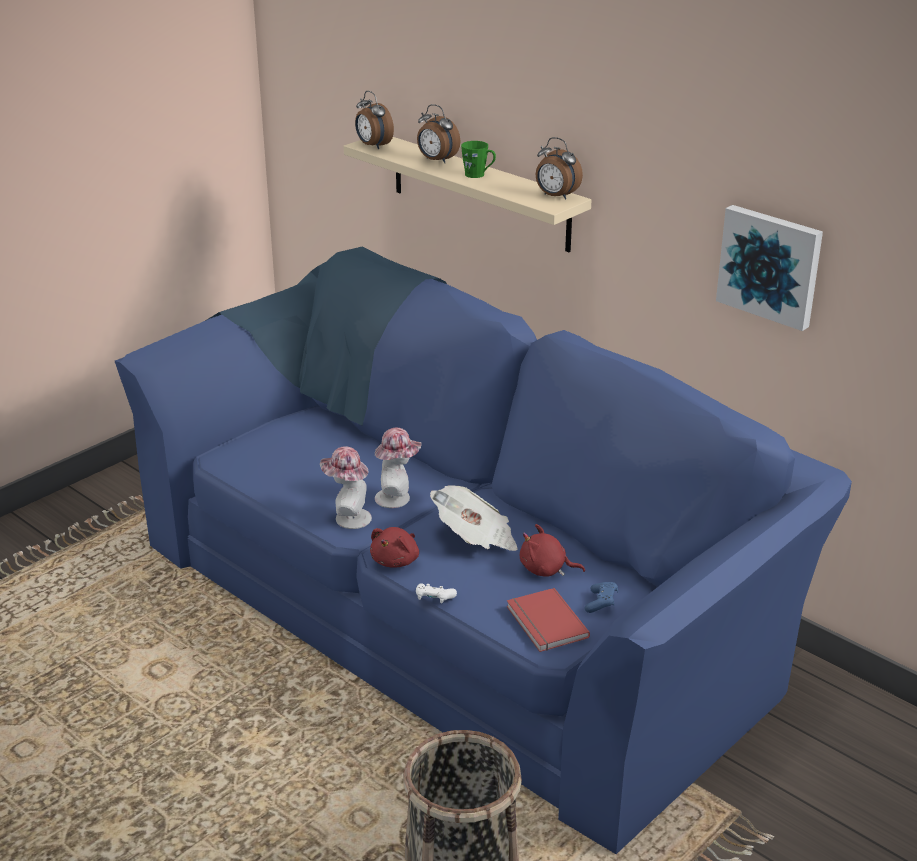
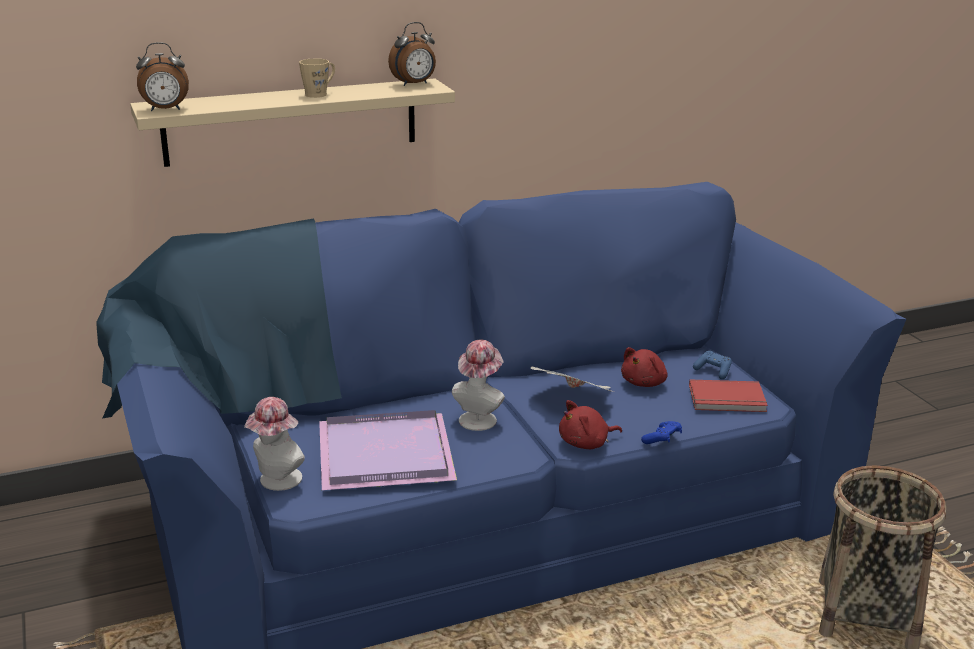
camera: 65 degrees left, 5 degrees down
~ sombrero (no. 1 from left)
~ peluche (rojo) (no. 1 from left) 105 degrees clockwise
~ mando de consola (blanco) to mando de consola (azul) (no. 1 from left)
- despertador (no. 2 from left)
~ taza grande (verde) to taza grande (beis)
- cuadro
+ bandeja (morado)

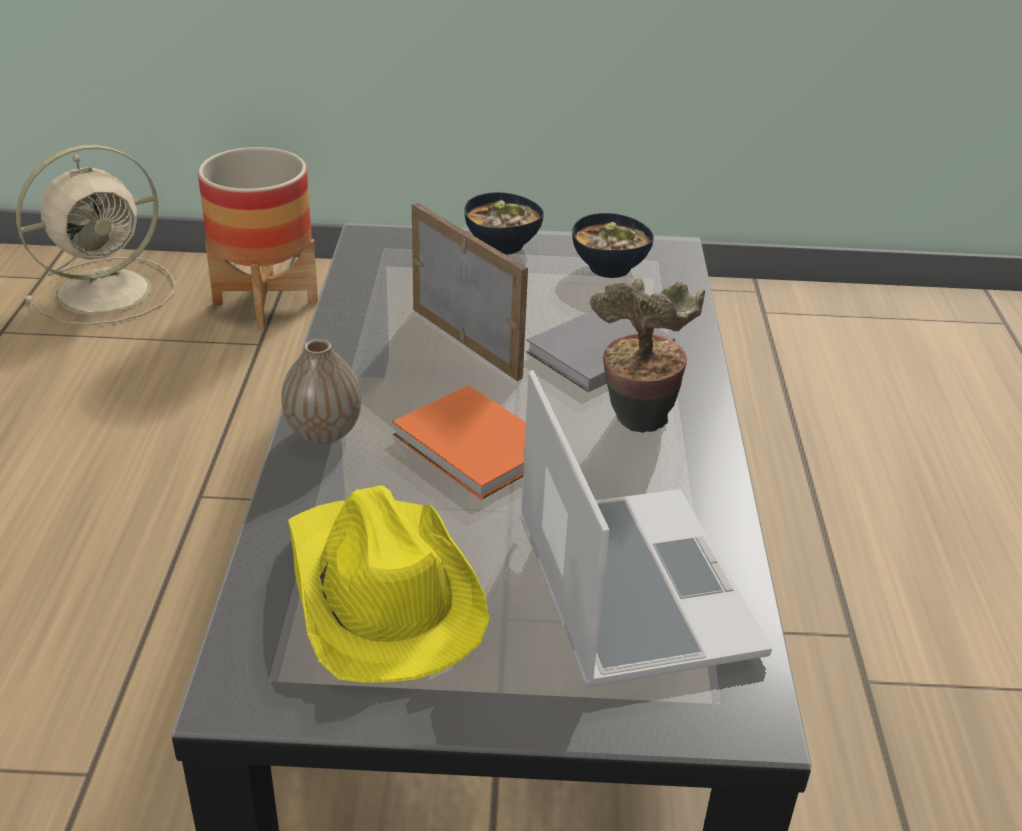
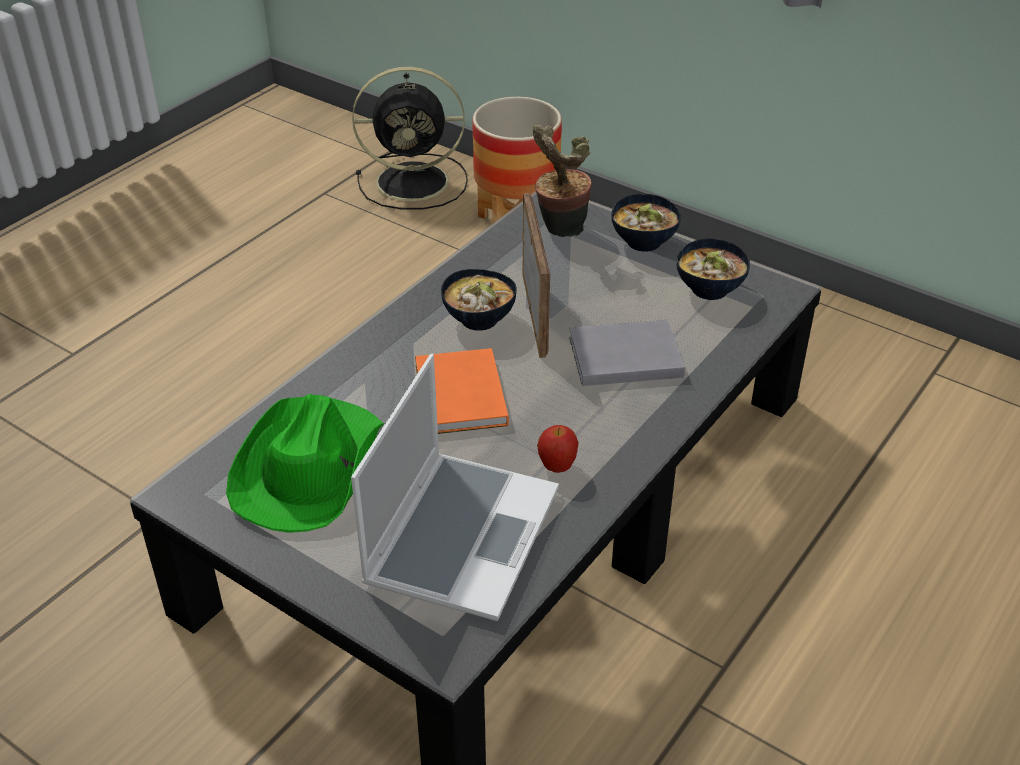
camera: 35 degrees right, 5 degrees up
~ ventilador (beis) to ventilador (negro)
- florero
~ sombrero (amarillo) to sombrero (verde)
~ planta en maceta
+ cuenco (no. 1 from left)
+ manzana

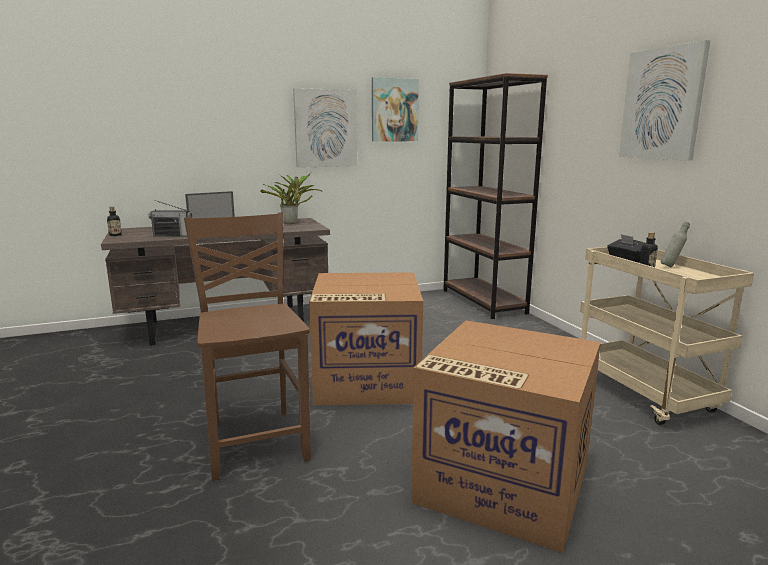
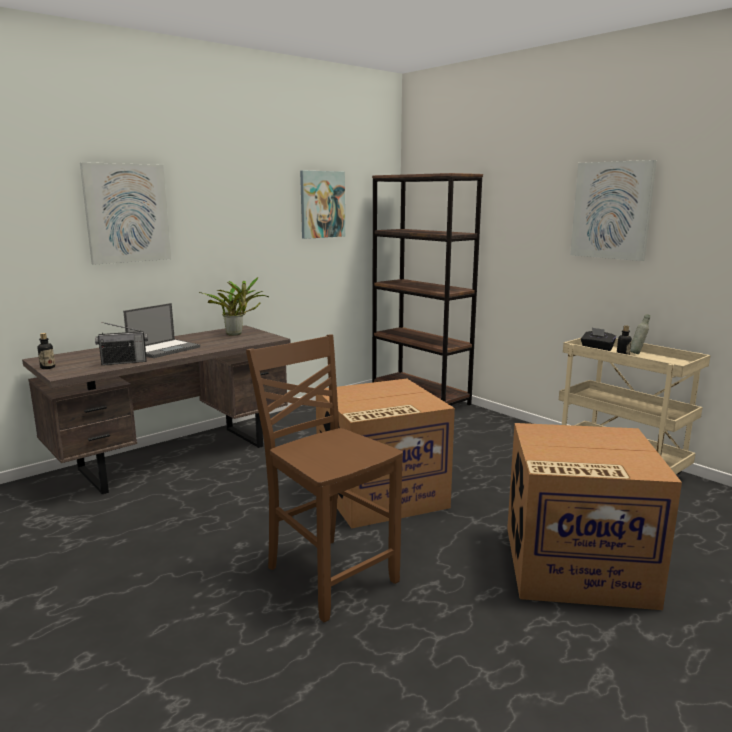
camera: 20 degrees left, 0 degrees up
~ cuadro (no. 1 from left)

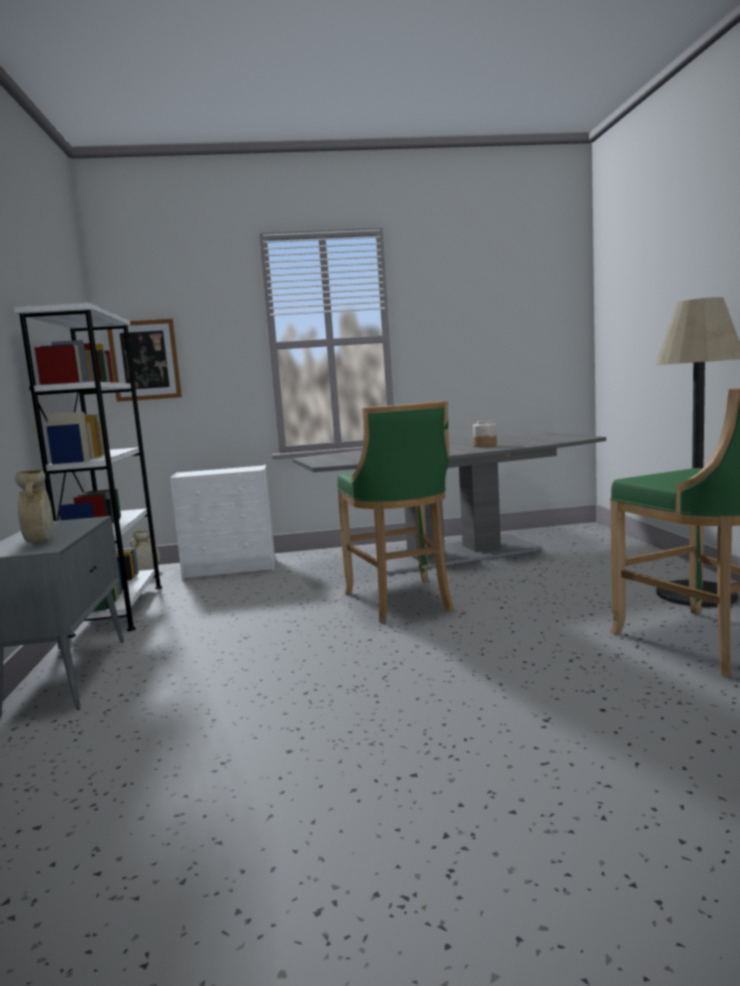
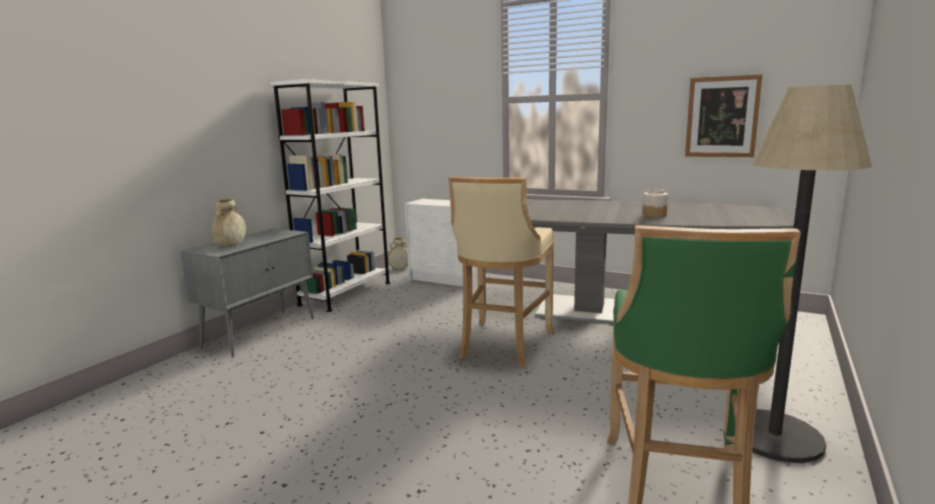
camera: 35 degrees right, 5 degrees up
~ cuadro
~ taburete (verde) (no. 1 from left) to taburete (beis)

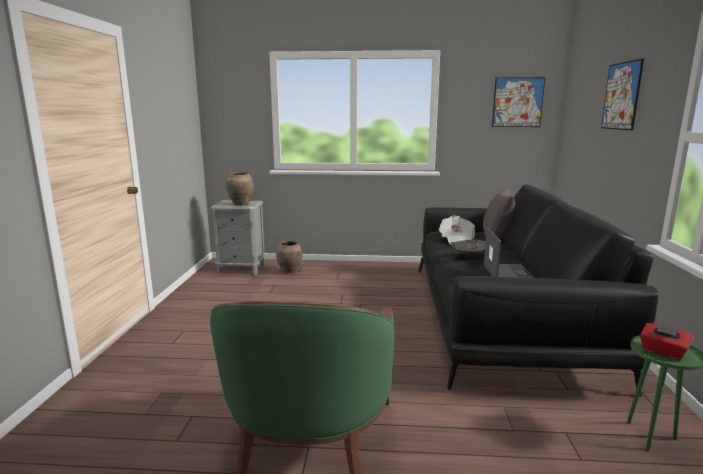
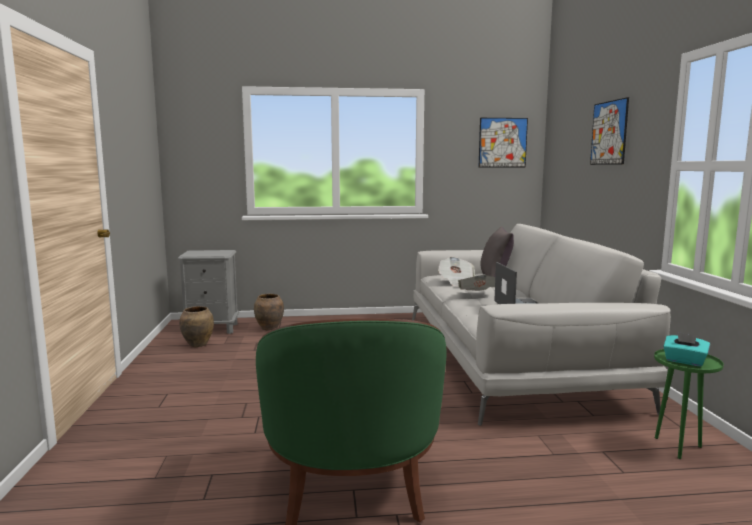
camera: 10 degrees left, 5 degrees down
~ florero (marrón) (no. 1 from left)
~ sofá (negro) to sofá (blanco)
~ caja de pañuelos (rojo) to caja de pañuelos (turquesa)

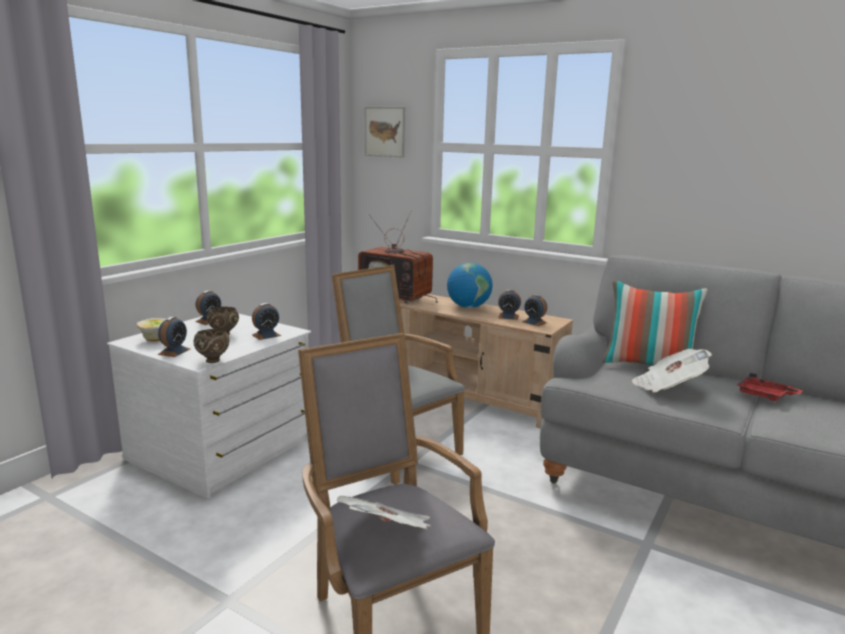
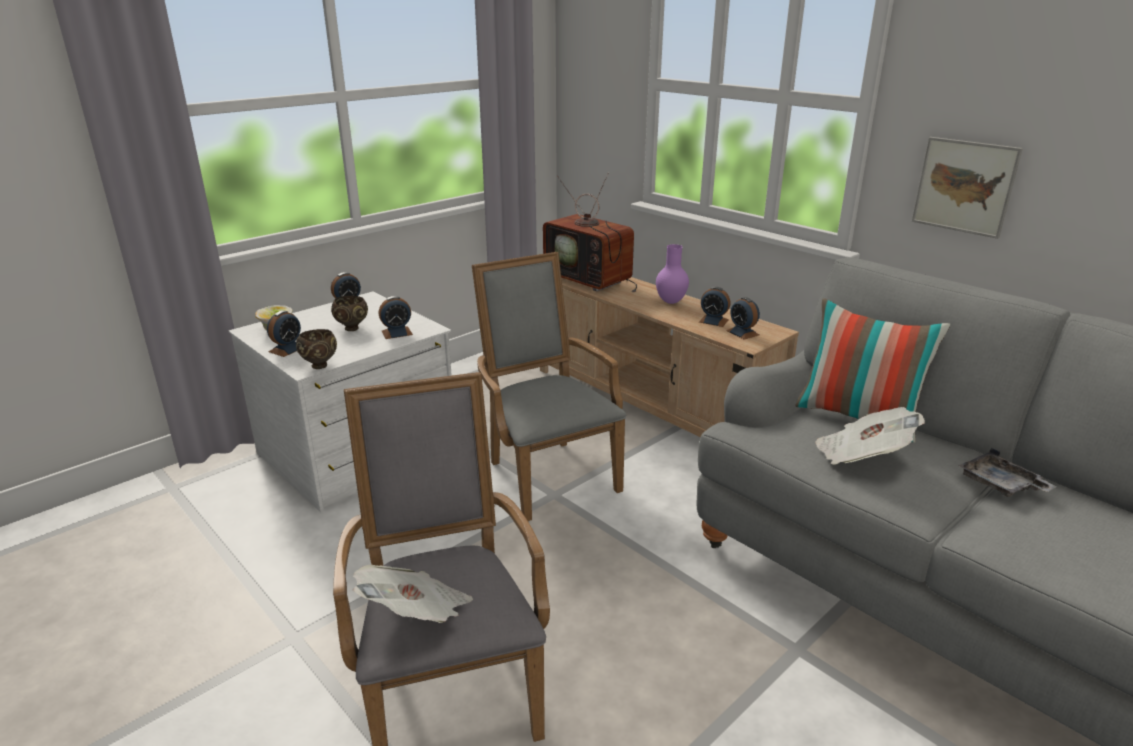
camera: 15 degrees right, 10 degrees up
~ cuadro
~ globo terráqueo to florero (morado)
~ bandeja (rojo) to bandeja (gris)

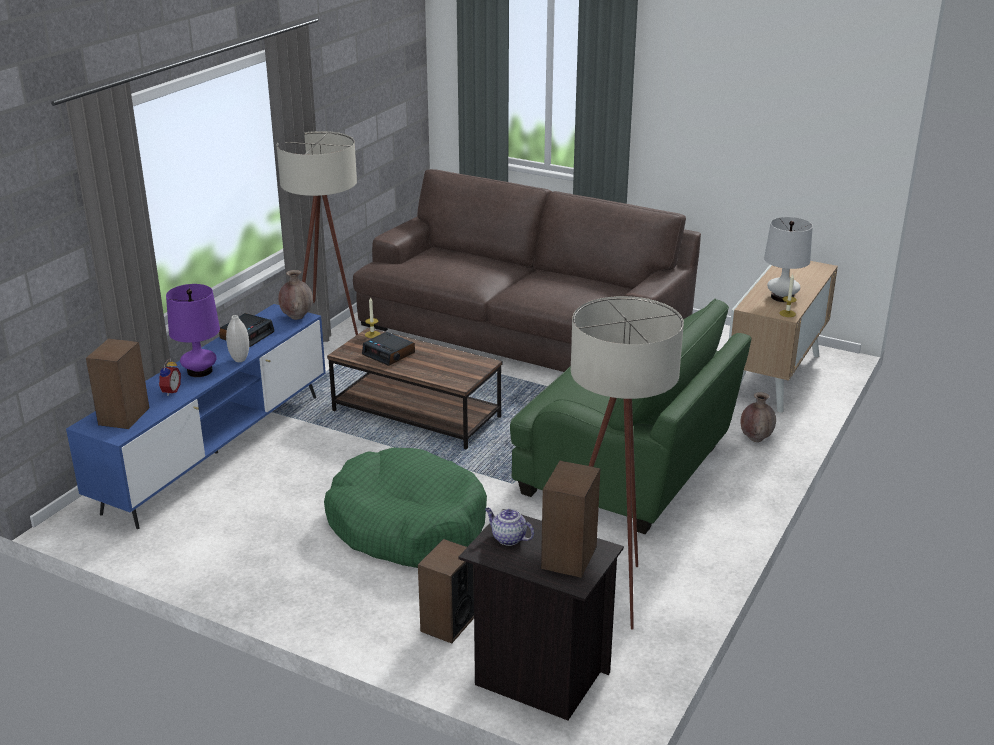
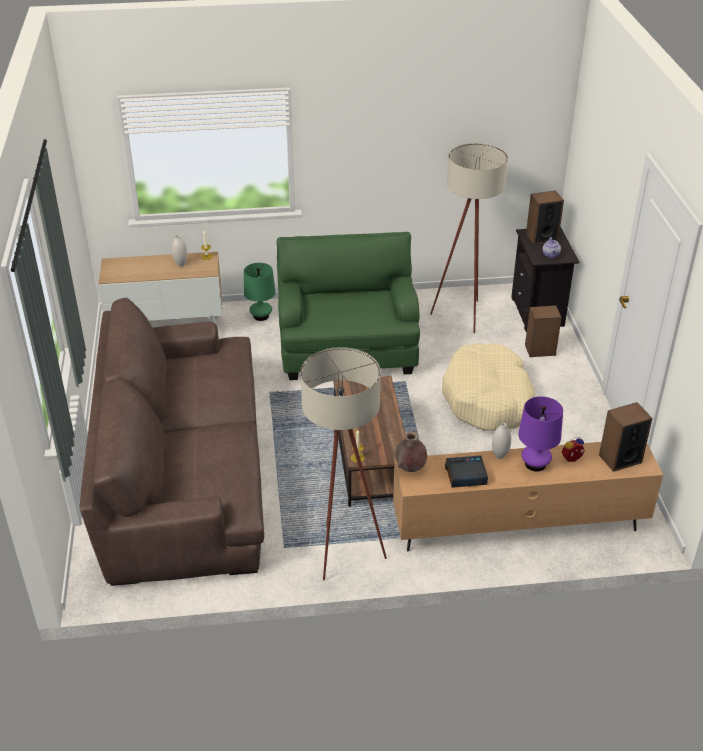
camera: 125 degrees left, 10 degrees up
~ mueble de televisión (azul) to mueble de televisión (marrón)
~ cama para perro (verde) to cama para perro (beis)
- despertador (no. 3 from left)
~ florero (marrón) (no. 2 from left) to lámpara de mesa (verde)
~ lámpara de mesa (blanco) to florero (blanco) (no. 1 from left)

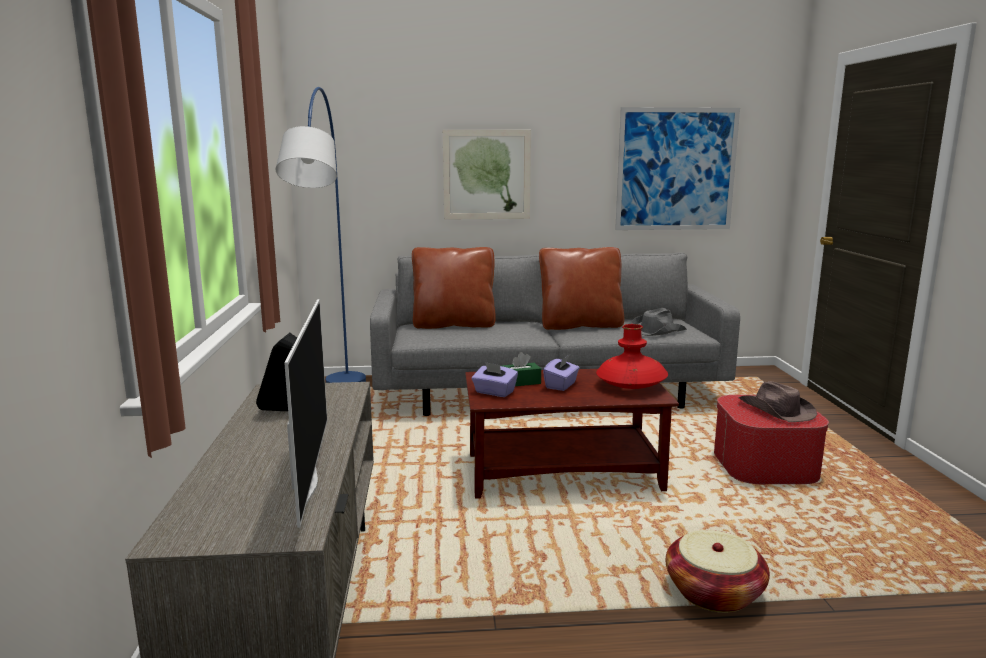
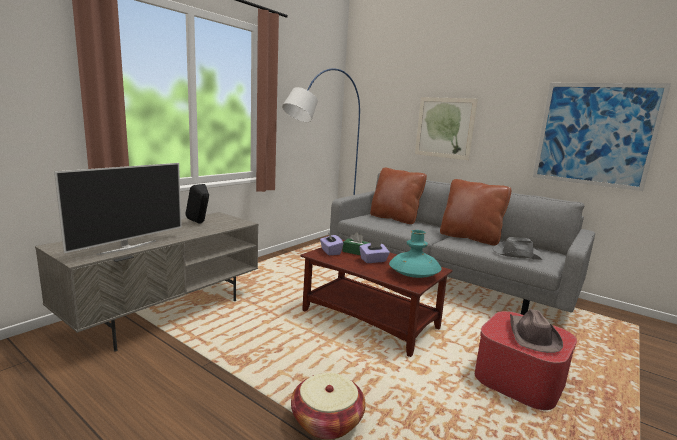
camera: 40 degrees right, 0 degrees up
~ florero (rojo) to florero (turquesa)

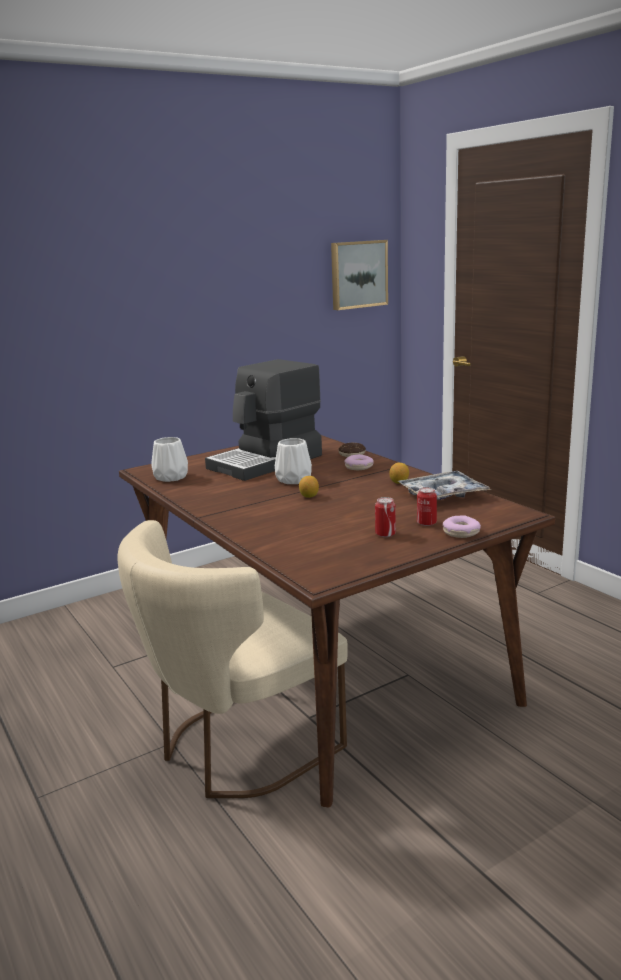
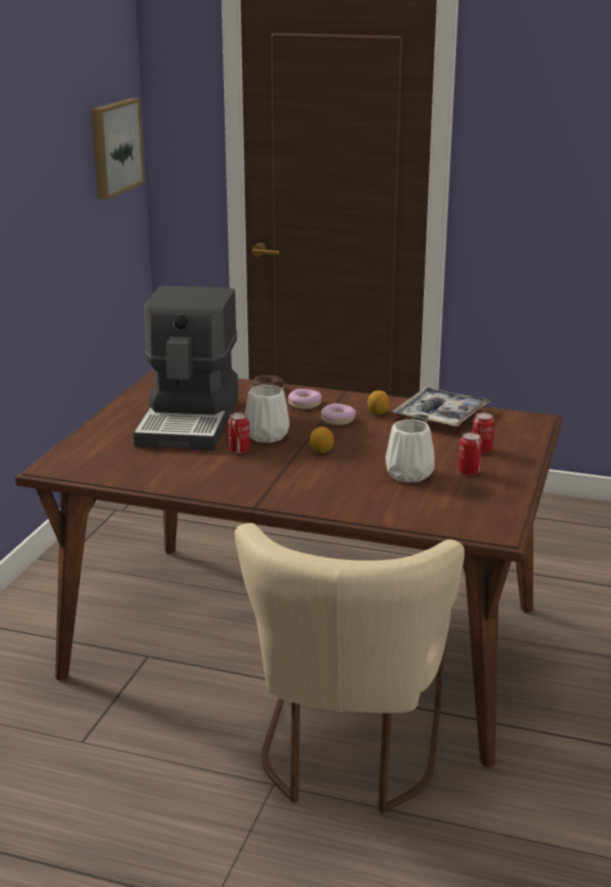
camera: 40 degrees left, 5 degrees up
~ florero (blanco) (no. 1 from left in the first image) to florero (blanco) (no. 2 from left)
~ rosquilla (no. 3 from left)
+ lata (no. 1 from left)

